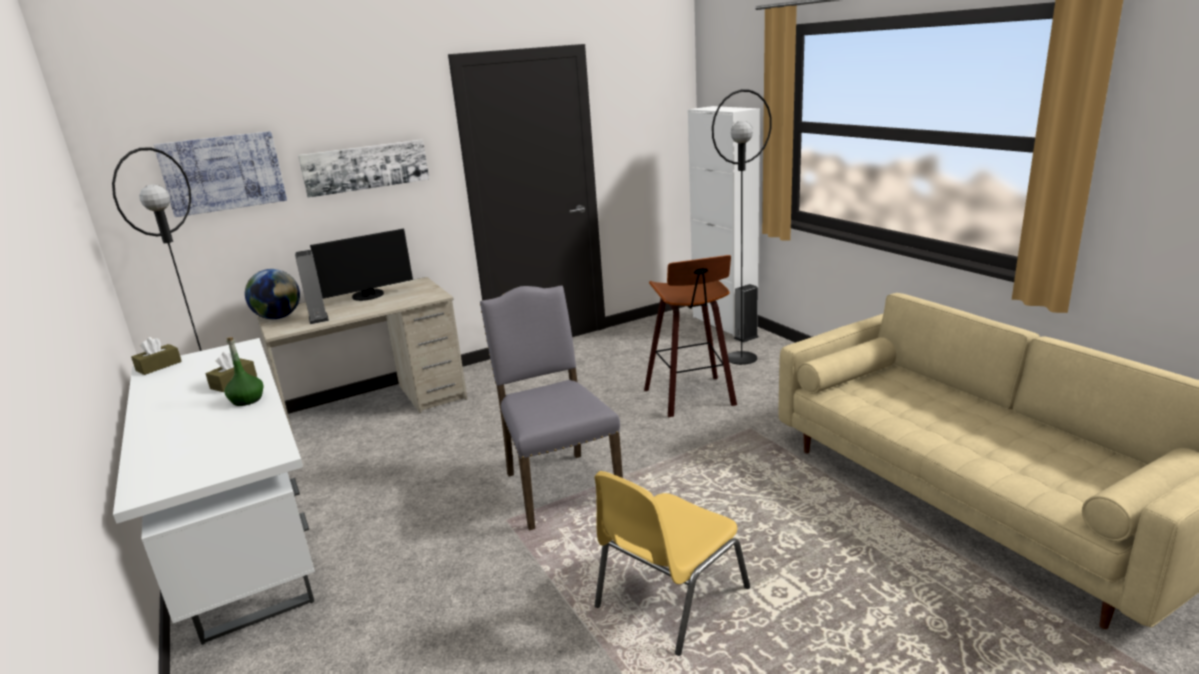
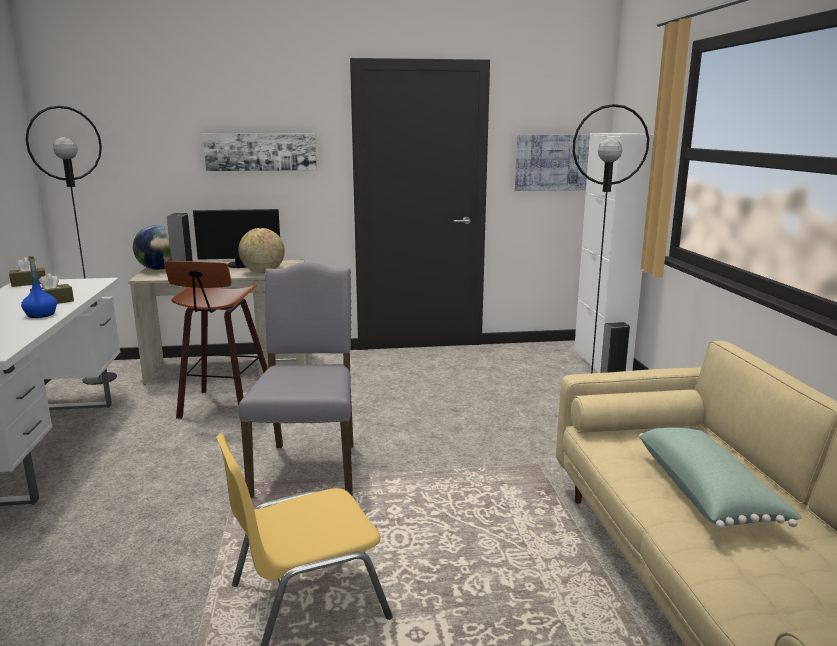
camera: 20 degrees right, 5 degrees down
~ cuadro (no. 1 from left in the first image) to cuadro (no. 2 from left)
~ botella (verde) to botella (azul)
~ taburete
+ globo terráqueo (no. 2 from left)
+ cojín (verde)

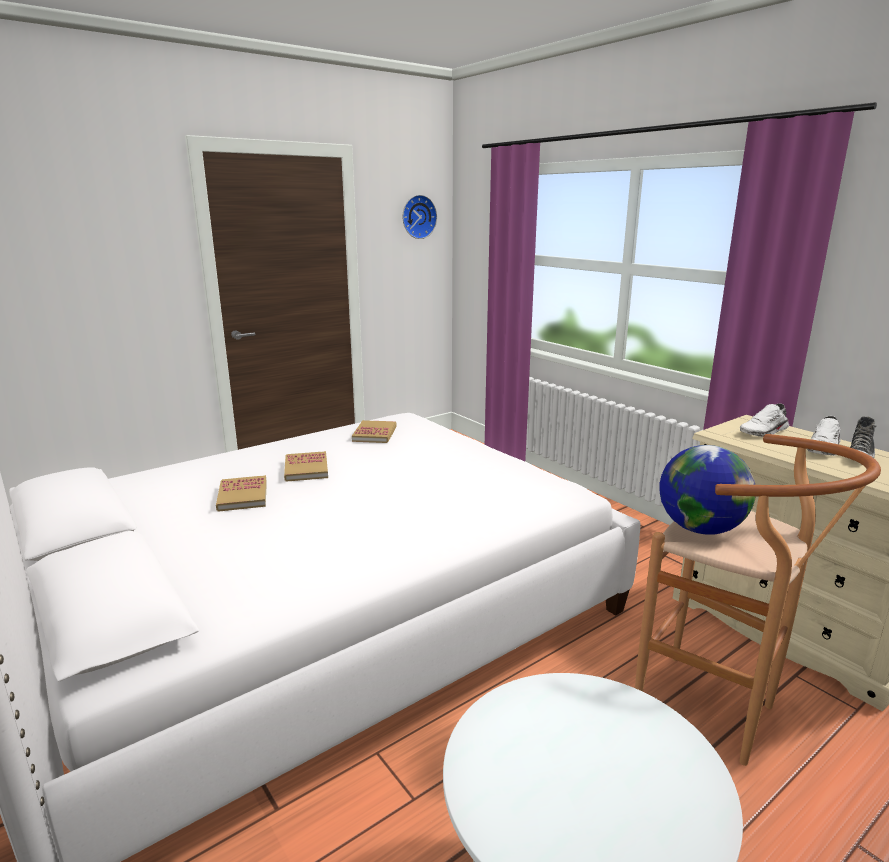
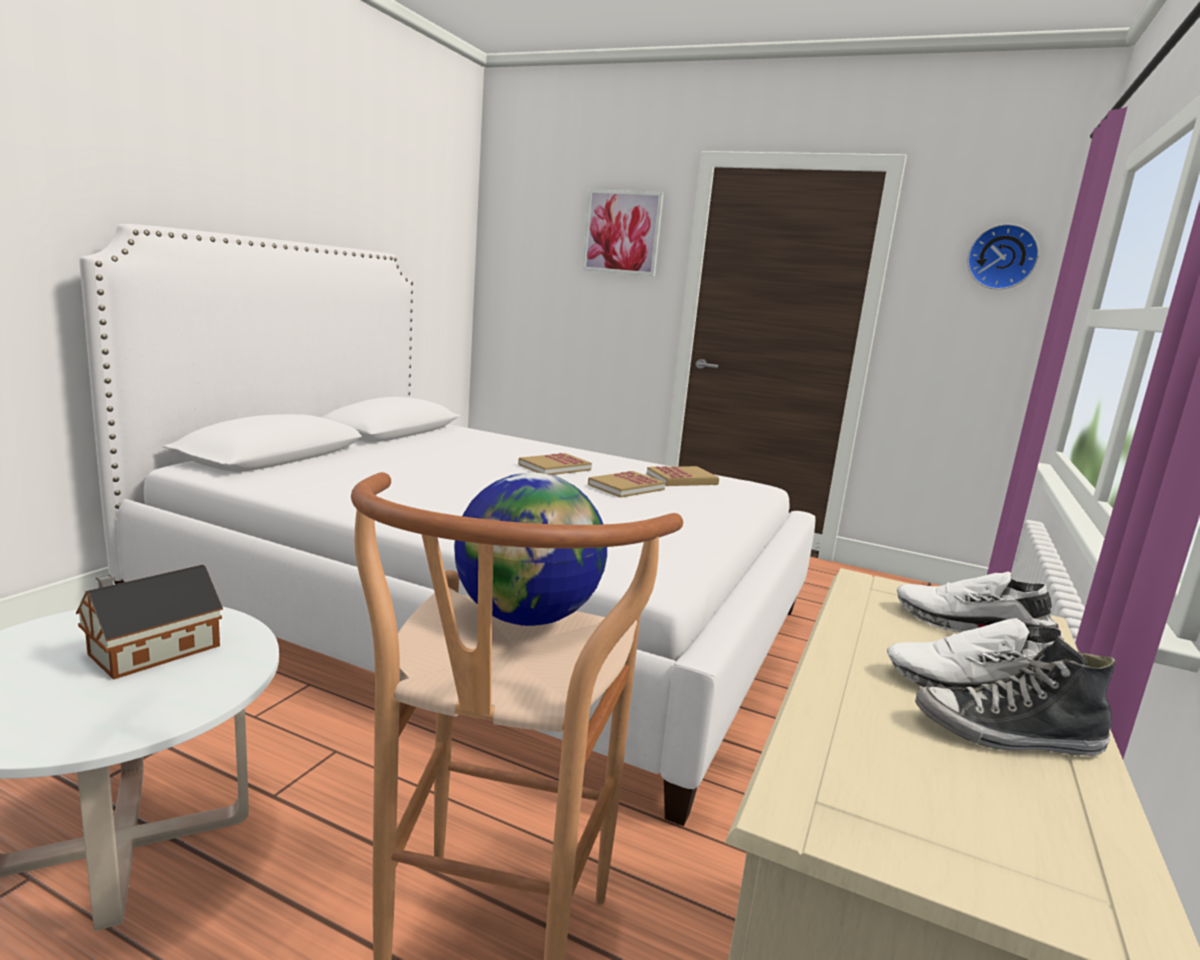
camera: 60 degrees right, 5 degrees down
~ libro (no. 1 from left in the first image) to libro (no. 2 from left)
+ casita
+ cuadro

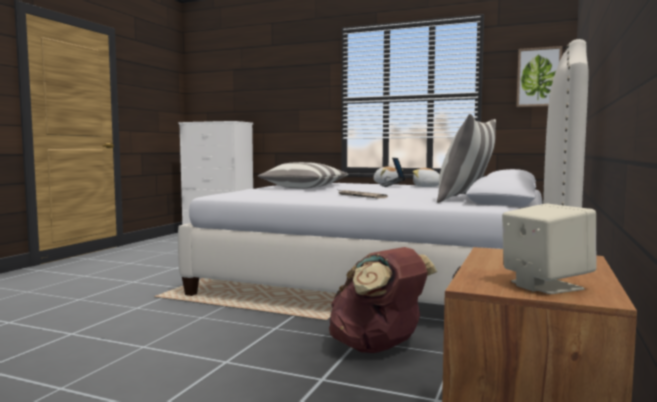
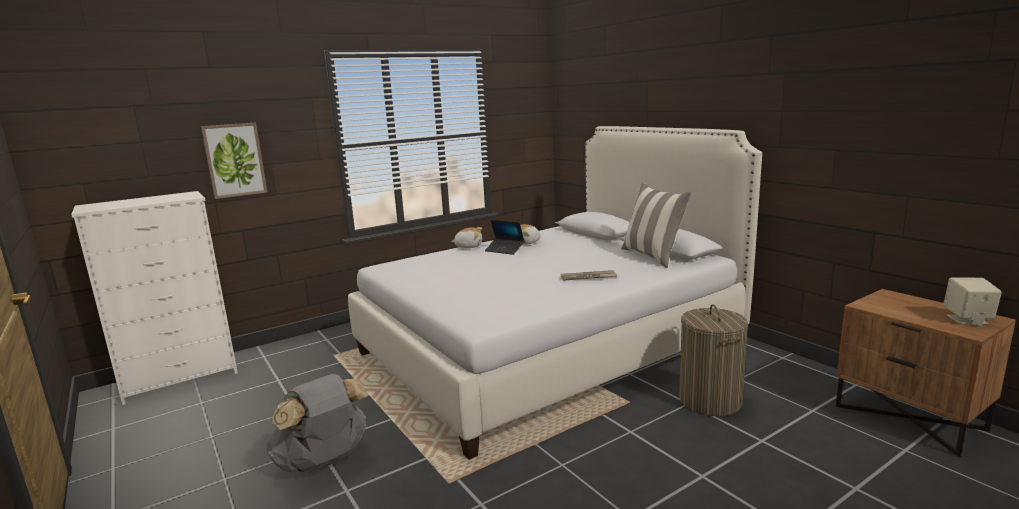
camera: 55 degrees left, 10 degrees up
- cojín (no. 1 from left)
~ mochila (marrón) to cesto de la ropa
~ cuadro
+ mochila (gris)

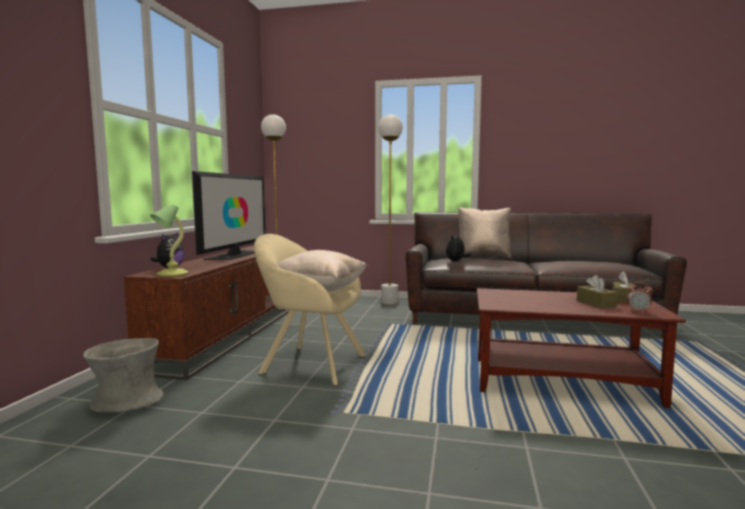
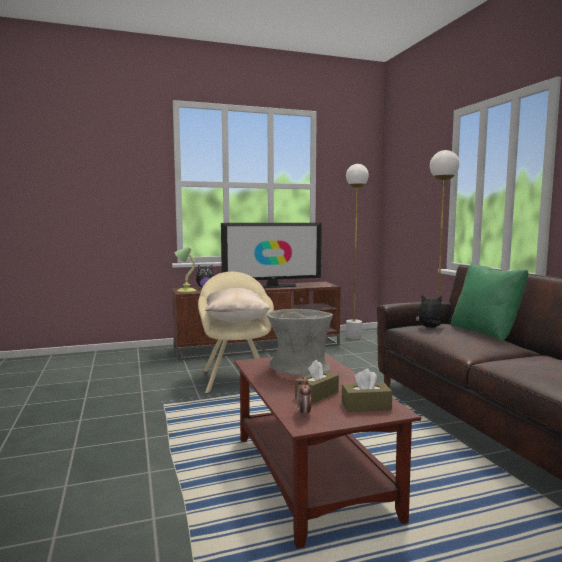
camera: 60 degrees right, 0 degrees up
~ florero (gris)
~ cojín (beis) (no. 2 from left) to cojín (verde)

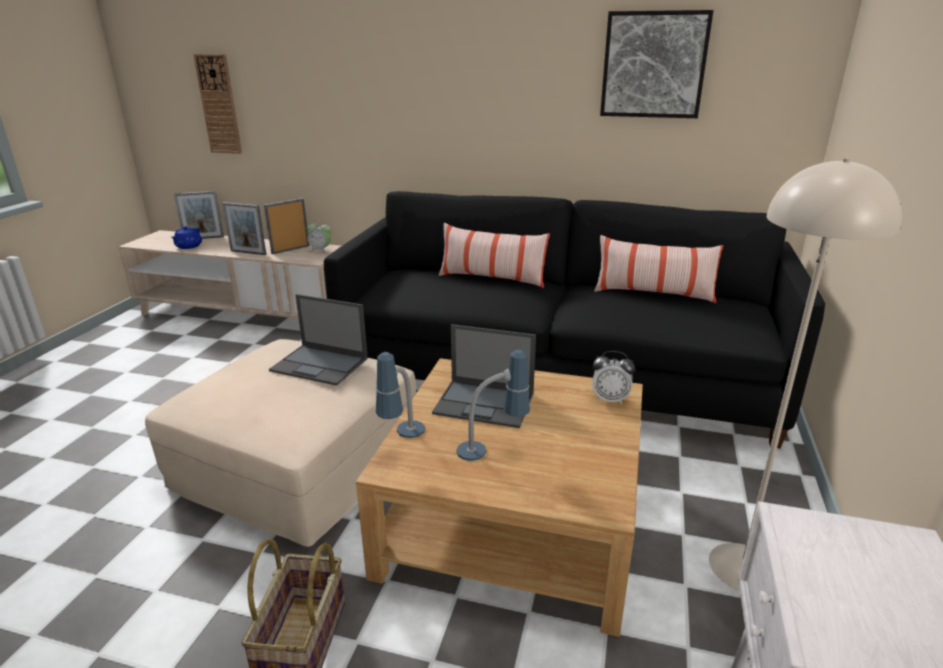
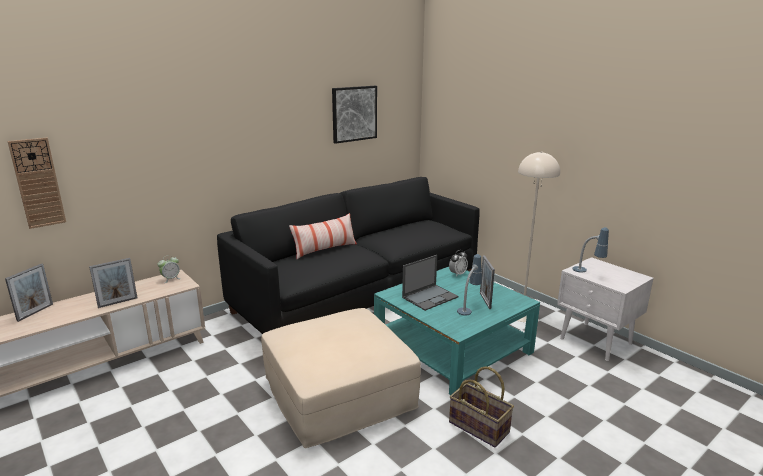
camera: 55 degrees left, 5 degrees down
- tetera (azul)
~ portarretratos (no. 3 from left)
- portátil (no. 1 from left)
~ mesa de centro (beis) to mesa de centro (turquesa)
~ lámpara de mesa (no. 1 from left in the first image) to lámpara de mesa (no. 2 from left)
- cojín (no. 2 from left)

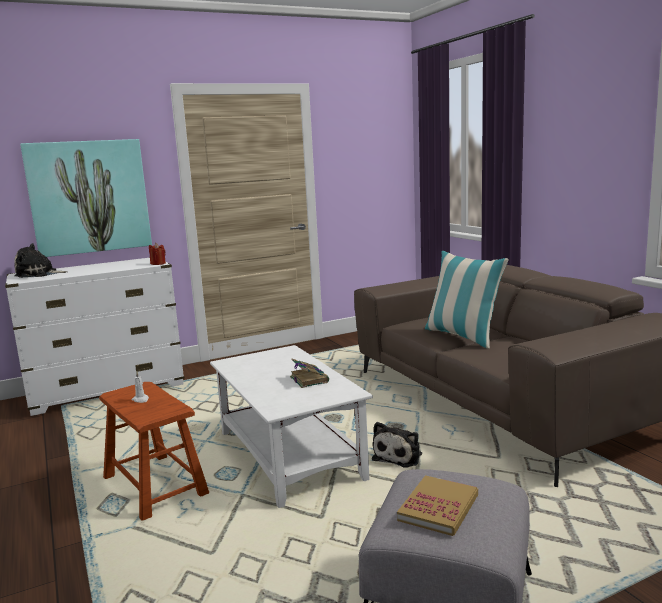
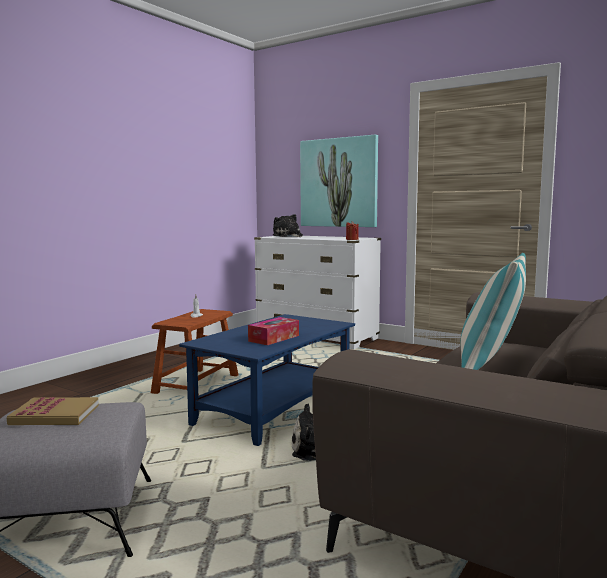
camera: 60 degrees right, 5 degrees down
~ mesa de centro (blanco) to mesa de centro (azul)
~ libro (no. 1 from left) to caja de pañuelos

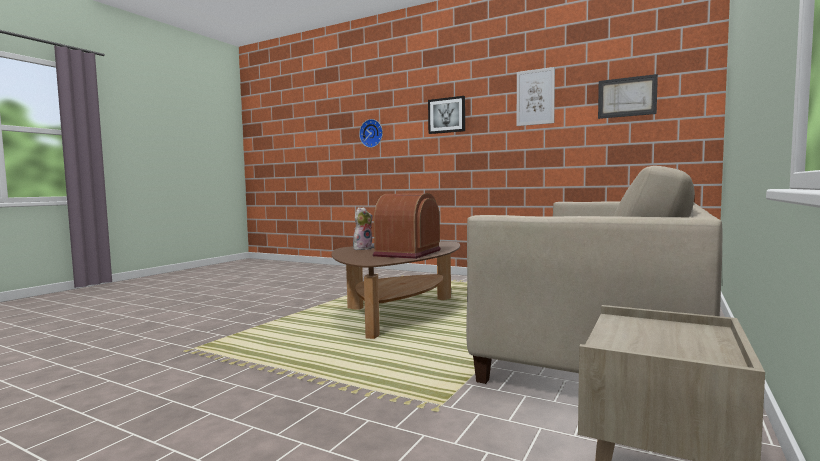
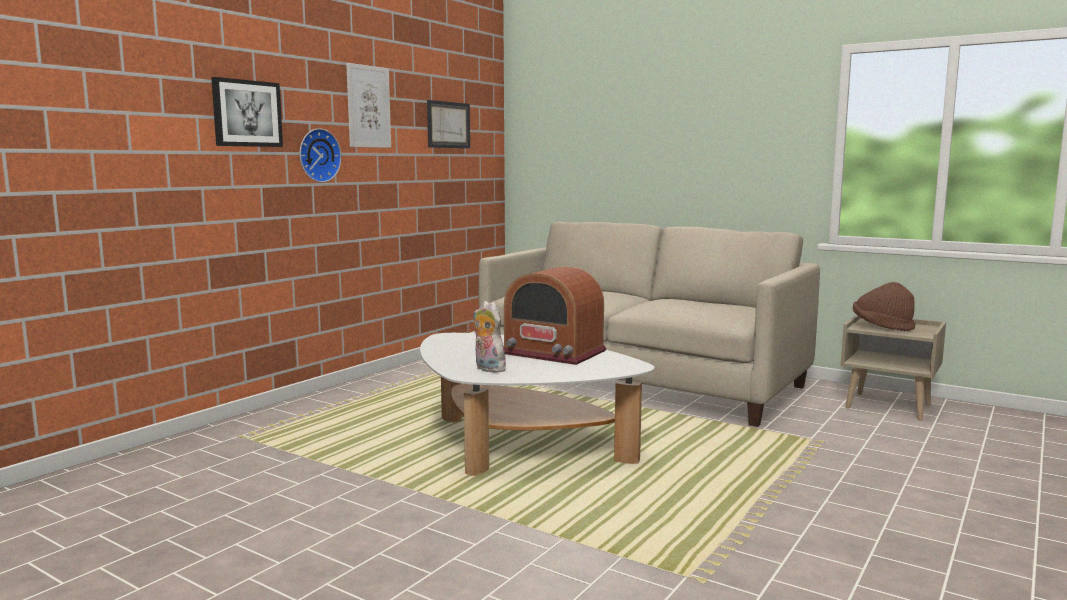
camera: 85 degrees left, 5 degrees up
~ mesa de centro (marrón) to mesa de centro (blanco)
~ reloj de pared
+ sombrero (marrón)

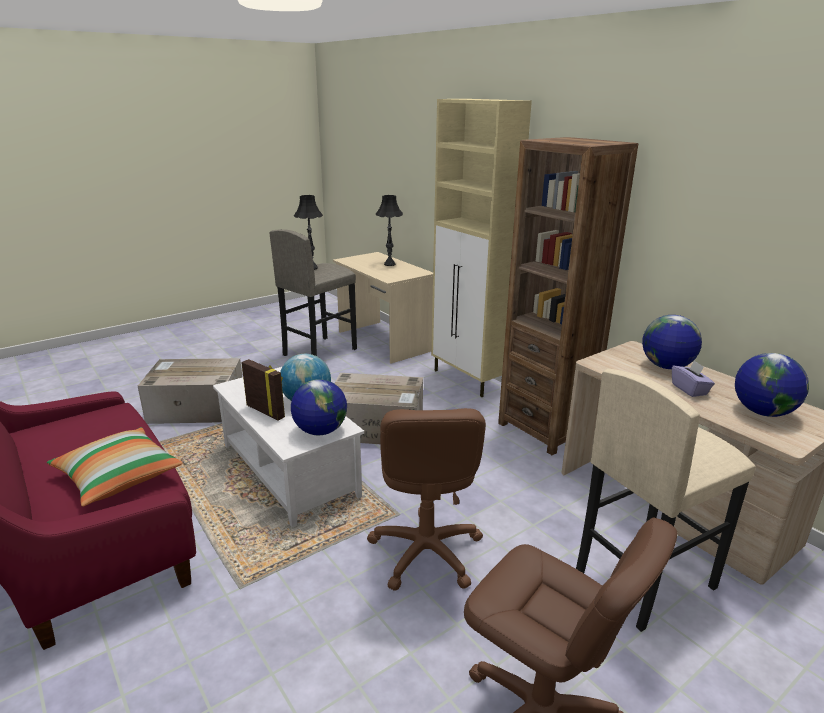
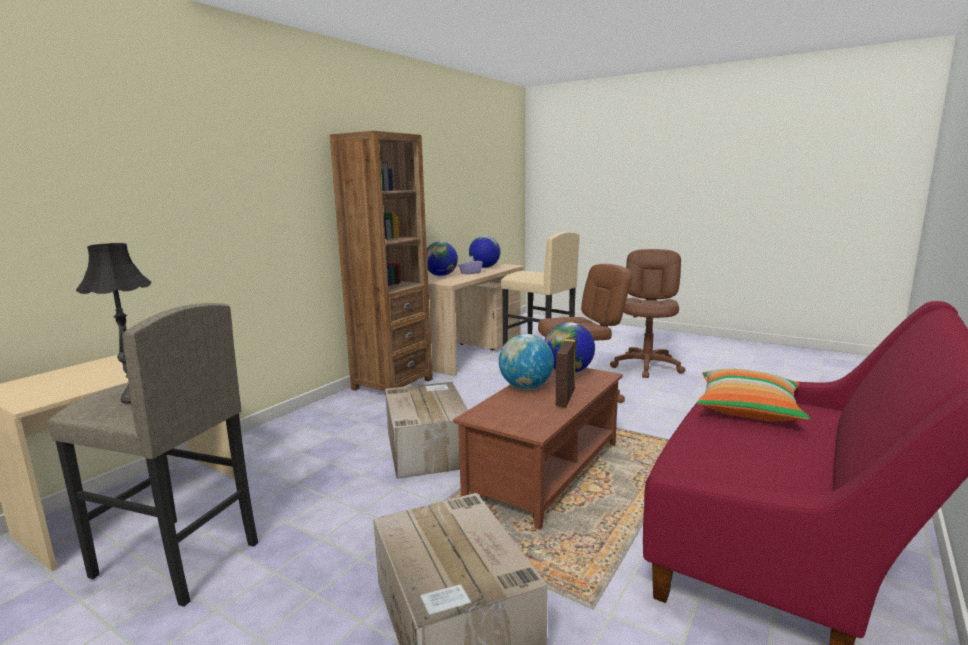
camera: 110 degrees left, 10 degrees down
~ mesa de centro (blanco) to mesa de centro (marrón)
- lámpara de mesa (negro) (no. 2 from left)
- armario (beis)

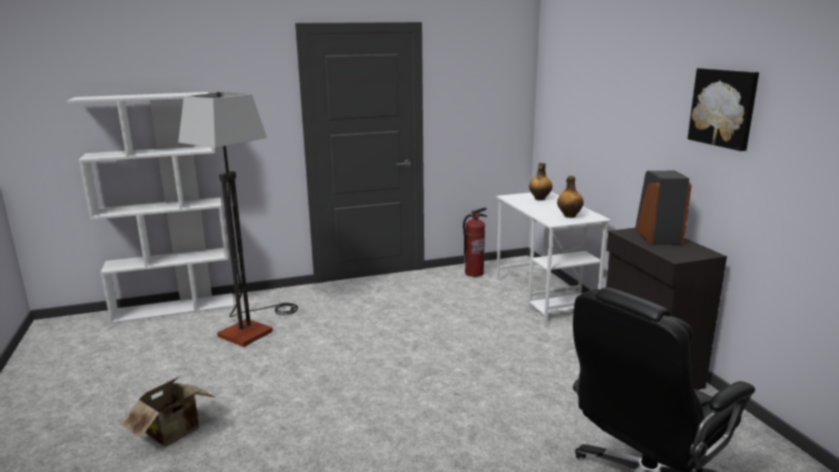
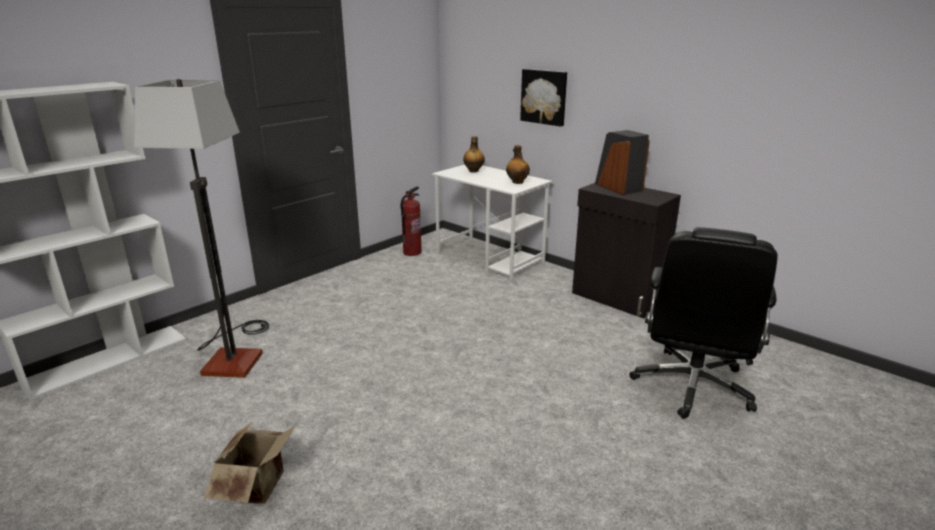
camera: 30 degrees left, 5 degrees up
~ cuadro

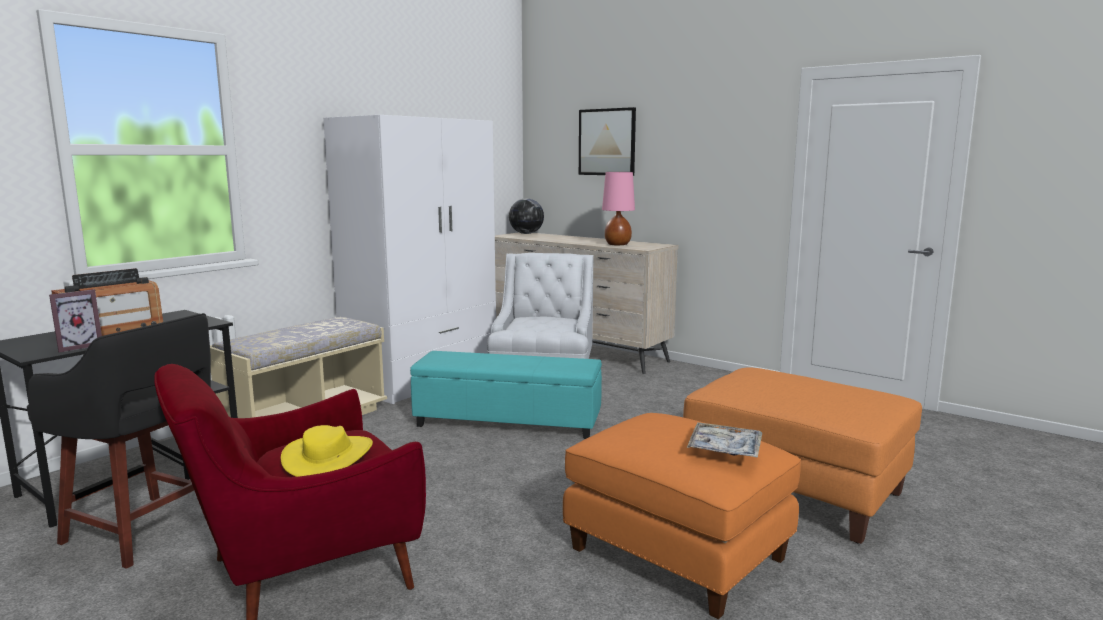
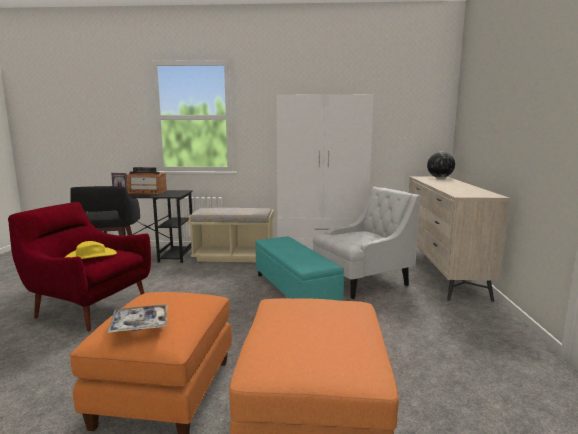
camera: 55 degrees right, 0 degrees up
- cuadro
- lámpara de mesa (rosa)

